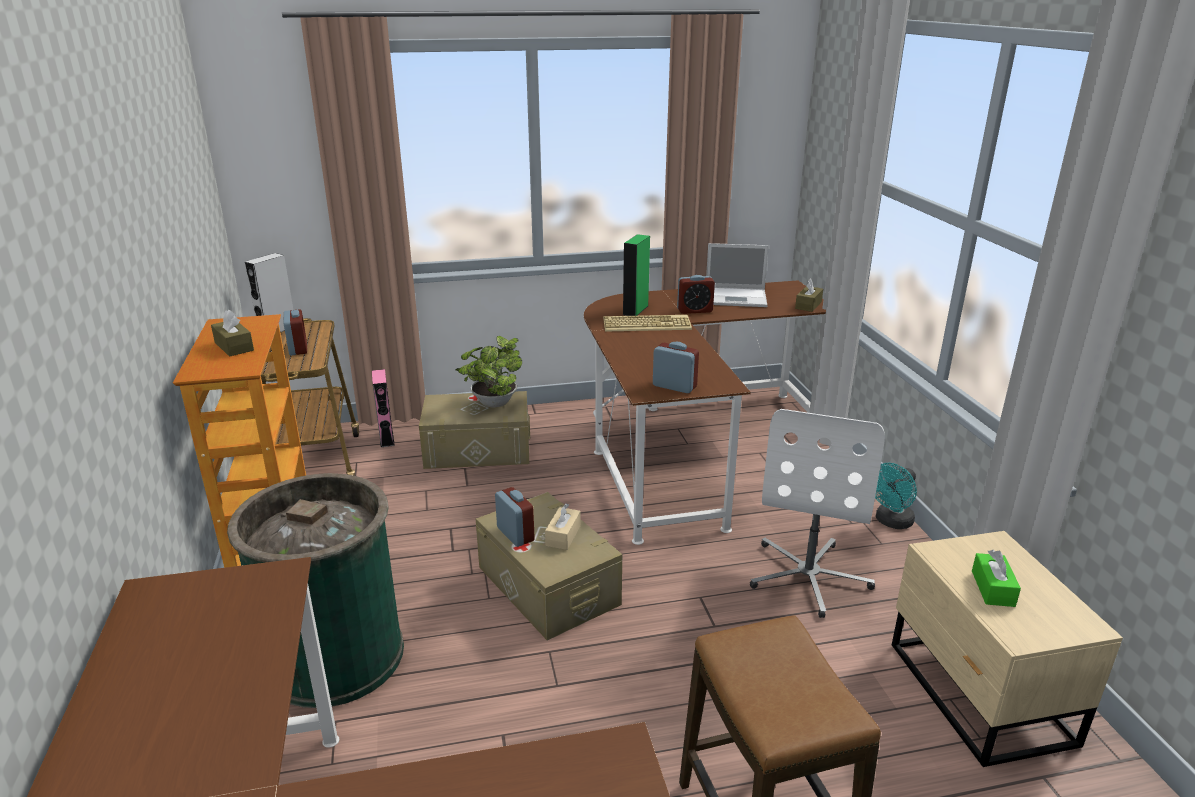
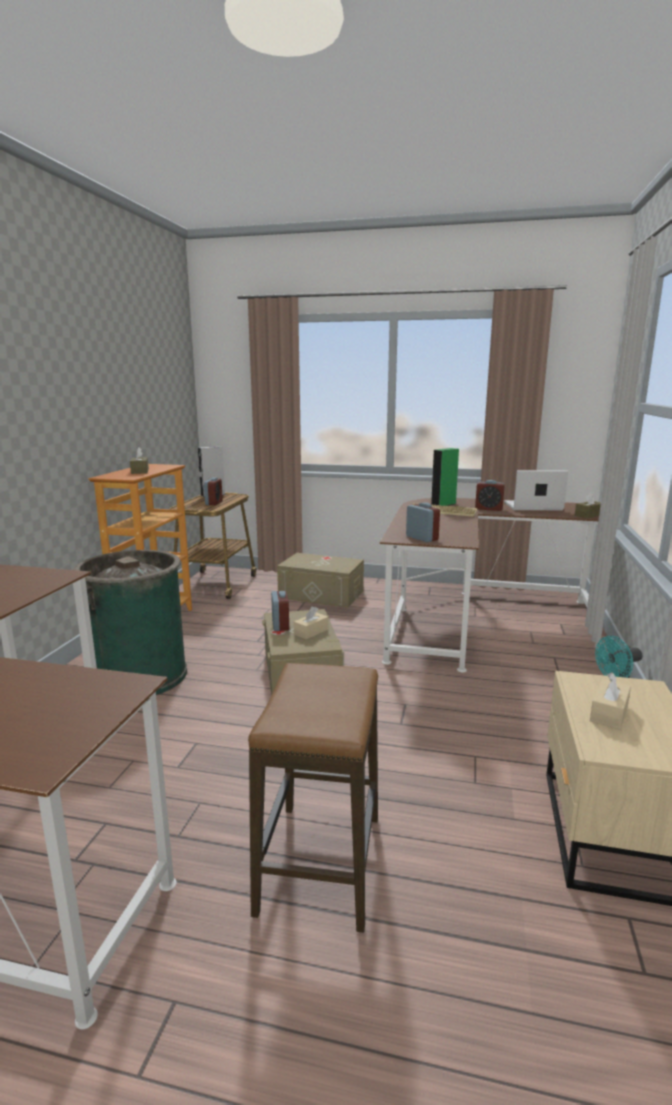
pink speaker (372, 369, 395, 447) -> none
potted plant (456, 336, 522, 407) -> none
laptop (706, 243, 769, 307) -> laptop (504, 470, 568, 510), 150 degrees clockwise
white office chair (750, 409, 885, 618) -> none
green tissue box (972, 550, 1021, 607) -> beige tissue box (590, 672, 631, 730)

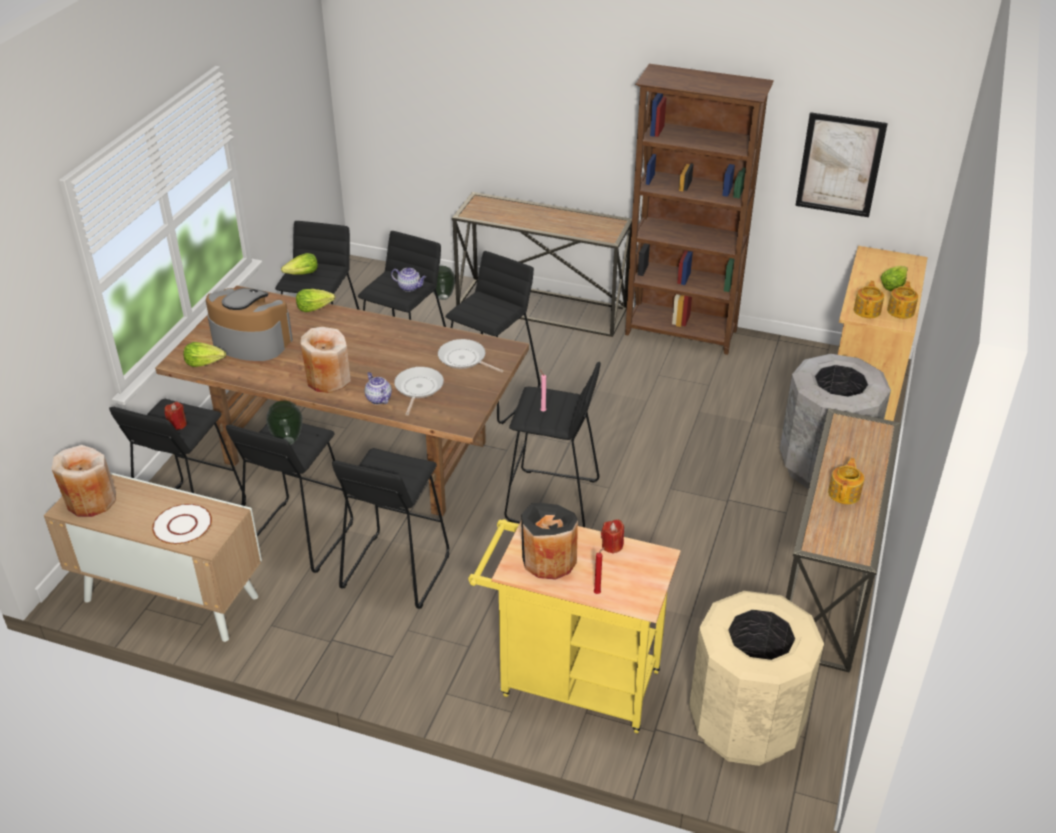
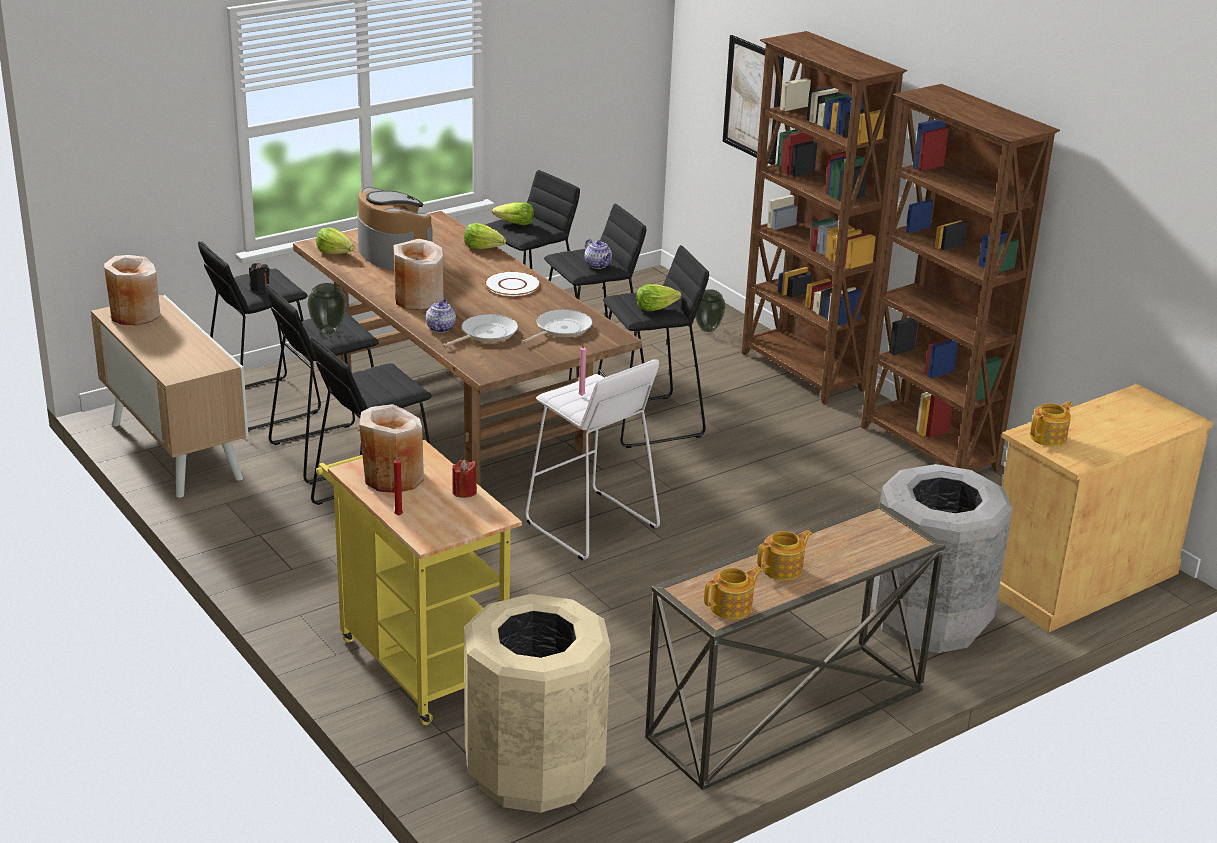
white plate (152, 504, 212, 544) -> white plate (484, 271, 541, 296), moved
red candle (165, 402, 187, 430) -> black candle (249, 262, 270, 292)
frying pan (438, 339, 503, 373) -> frying pan (522, 309, 592, 343), 60 degrees clockwise
console table (452, 192, 632, 337) -> brown bookcase (742, 31, 907, 404)
black stool (504, 361, 601, 527) -> white stool (526, 359, 660, 560)
black vase (521, 503, 578, 580) -> beige vase (359, 404, 424, 493)
picture (795, 112, 888, 217) -> picture (723, 35, 784, 165), moved
lettuce (880, 266, 908, 291) -> lettuce (636, 284, 682, 311), moved
teapot (887, 281, 918, 319) -> teapot (704, 567, 762, 619), moved

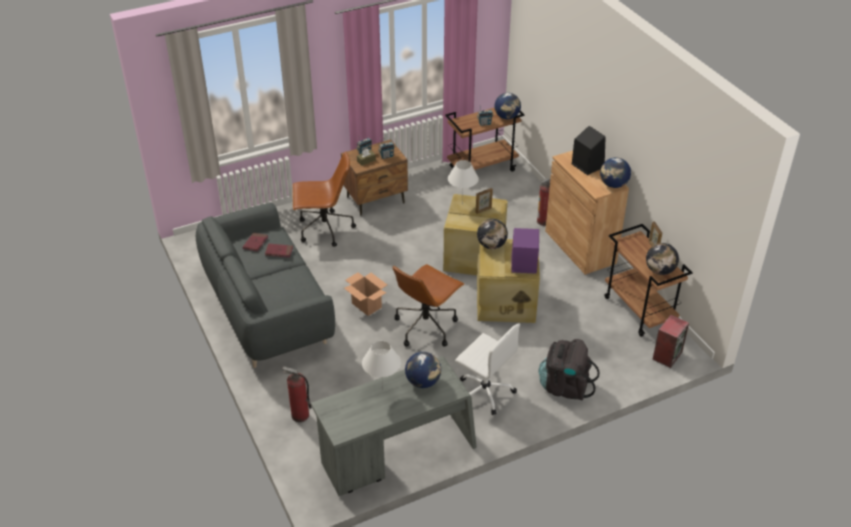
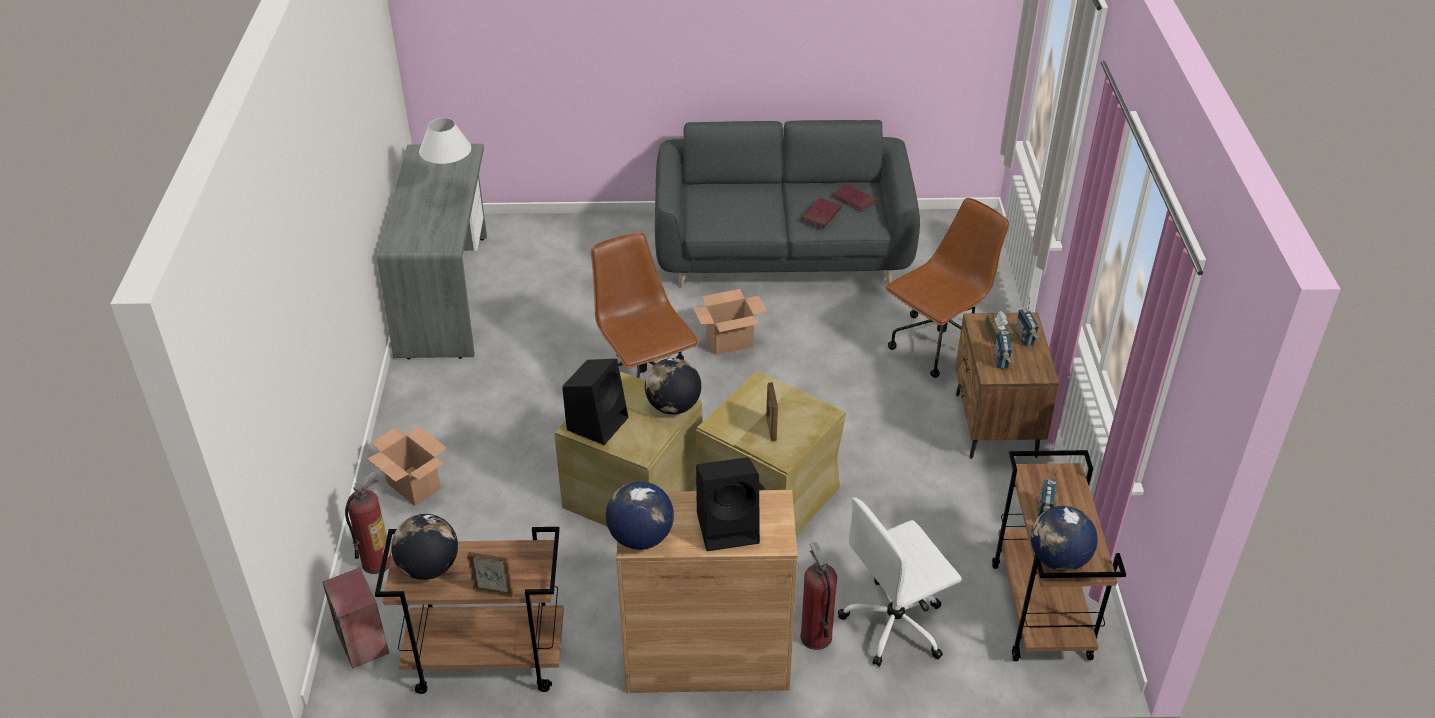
fire extinguisher (282, 366, 312, 422) -> fire extinguisher (345, 471, 392, 574), moved
brown office chair (292, 151, 356, 247) -> brown office chair (885, 198, 1009, 378), 150 degrees counterclockwise
globe (405, 352, 441, 388) -> none
white table lamp (448, 160, 479, 204) -> none
white office chair (455, 324, 520, 415) -> white office chair (838, 498, 962, 667), moved
purple speaker (511, 228, 539, 274) -> black speaker (562, 359, 628, 445)
black backpack (539, 339, 599, 400) -> cardboard box (367, 427, 448, 506)

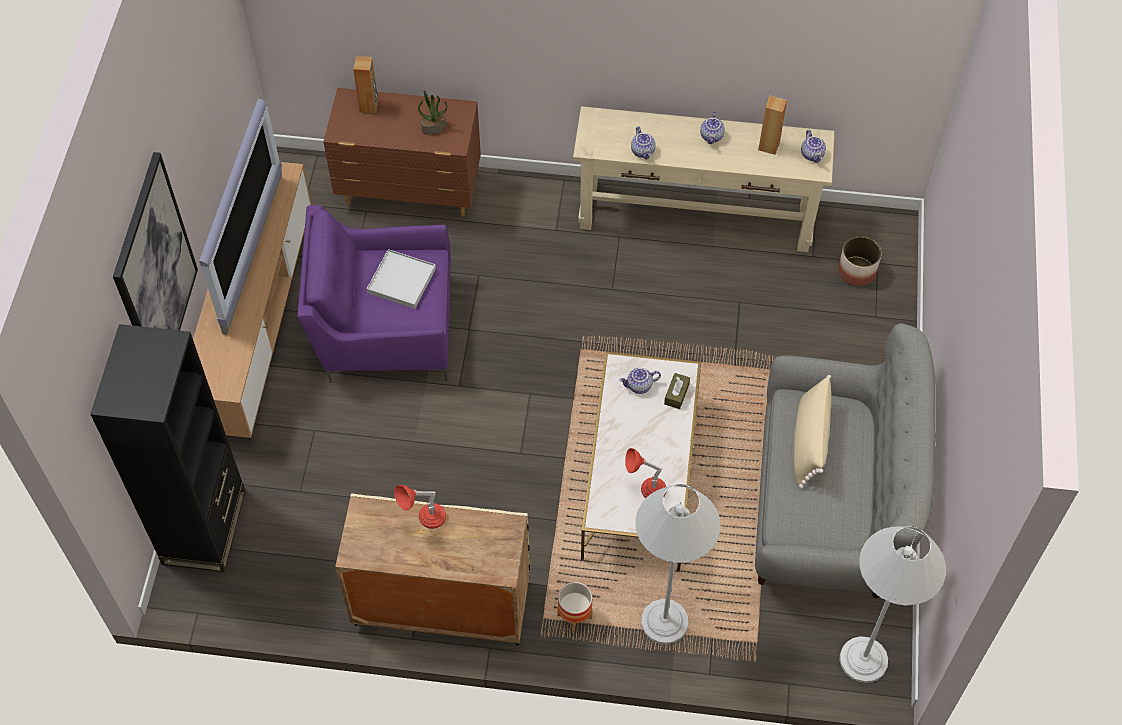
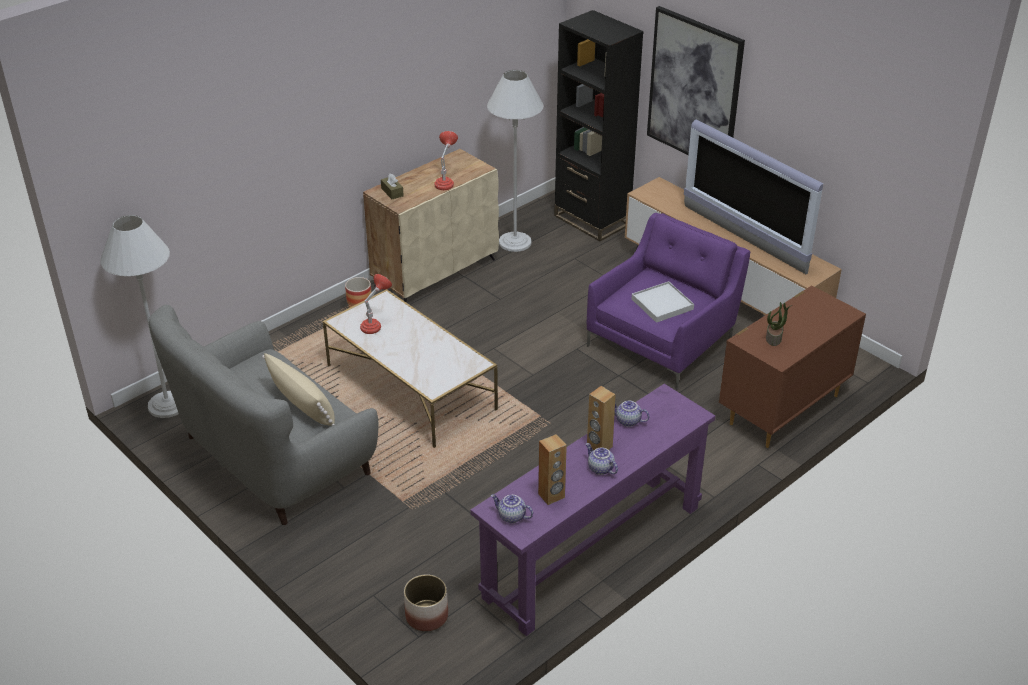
brown speaker (353, 56, 378, 113) -> brown speaker (587, 386, 616, 451), moved
beige console table (573, 106, 835, 252) -> purple console table (470, 384, 715, 636)
teapot (619, 368, 661, 394) -> none
white floor lamp (635, 484, 721, 644) -> white floor lamp (487, 70, 544, 252), moved
brown tissue box (664, 373, 690, 409) -> brown tissue box (381, 174, 404, 199), moved

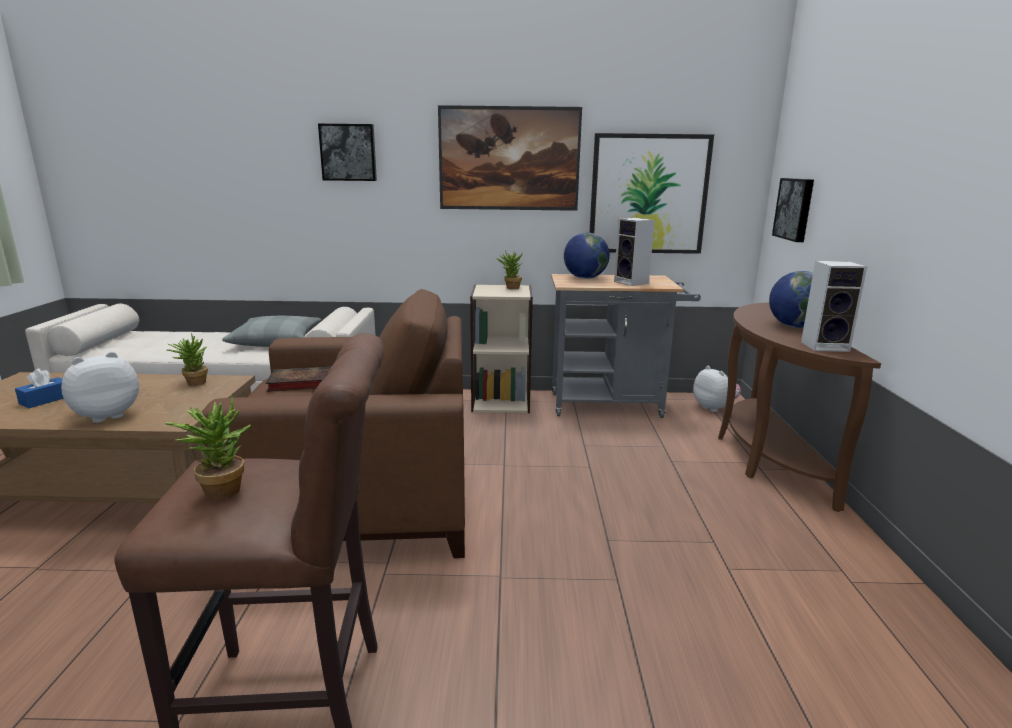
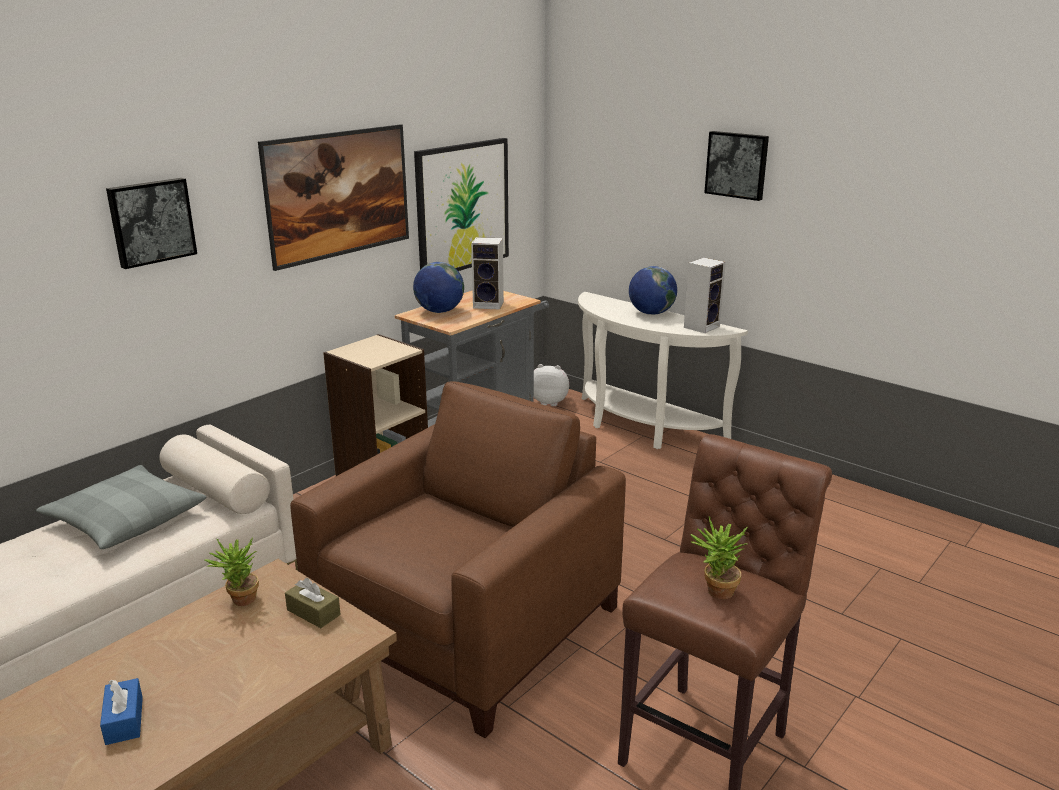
plush toy (61, 352, 139, 423) -> none
book (266, 367, 331, 392) -> none
potted plant (497, 250, 523, 290) -> none
brown console table (718, 303, 881, 512) -> white console table (578, 292, 748, 449)
picture (772, 178, 814, 242) -> picture (704, 131, 769, 201), moved
none -> brown tissue box (285, 578, 341, 628)

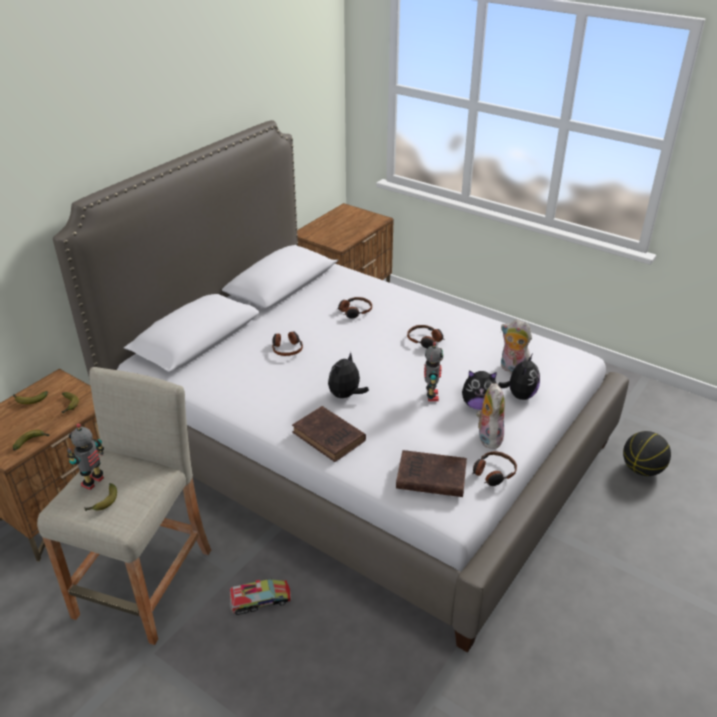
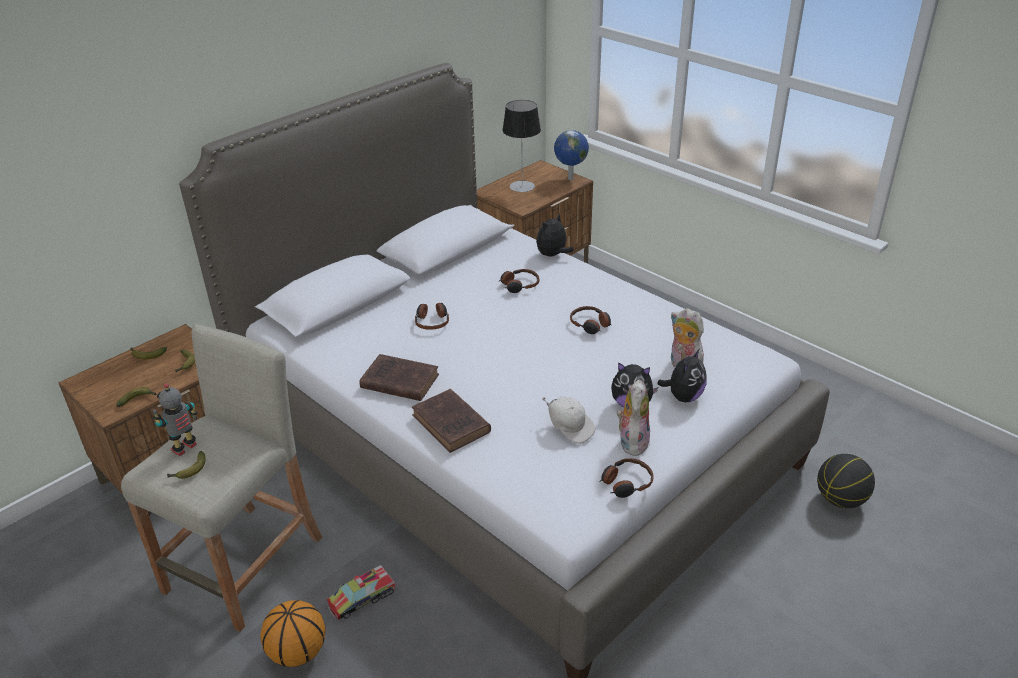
toy truck (229, 578, 291, 615) -> toy truck (327, 565, 396, 620), 150 degrees clockwise
plush toy (328, 352, 369, 399) -> plush toy (536, 214, 574, 257), moved
brown book (396, 450, 467, 497) -> brown book (360, 354, 439, 401), moved
toy robot (424, 342, 443, 401) -> none
none -> basketball (260, 600, 326, 667)
none -> table lamp (502, 100, 541, 192)
none -> white cap (542, 396, 595, 444)
none -> globe (554, 130, 589, 180)

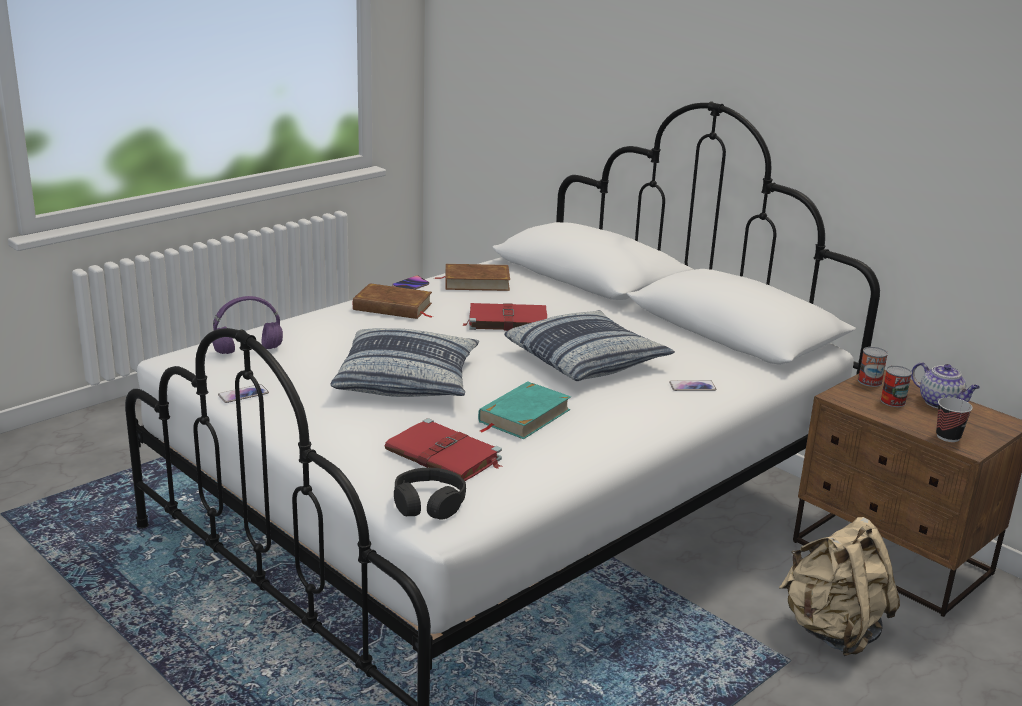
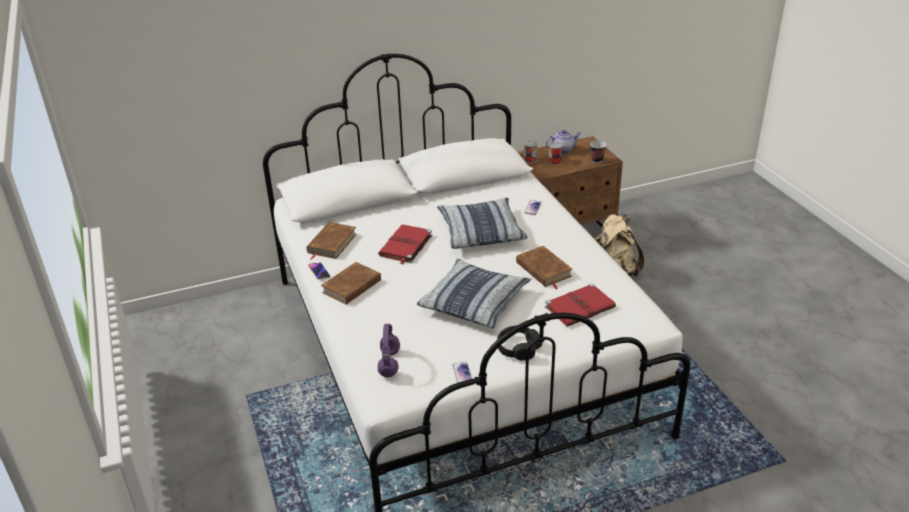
black headphones (394, 468, 466, 520) -> black headphones (497, 325, 542, 360), moved
turquoise book (478, 381, 571, 439) -> brown book (516, 246, 572, 289)

